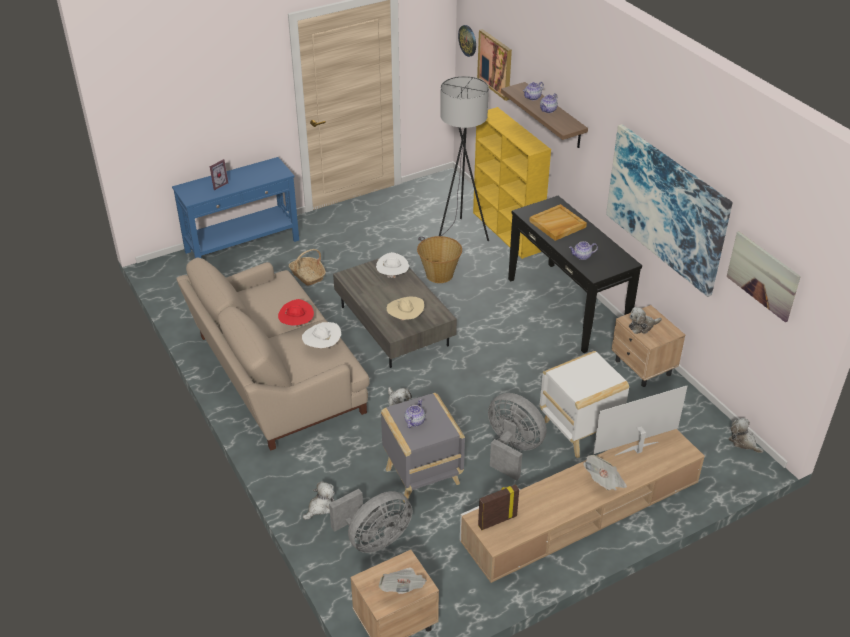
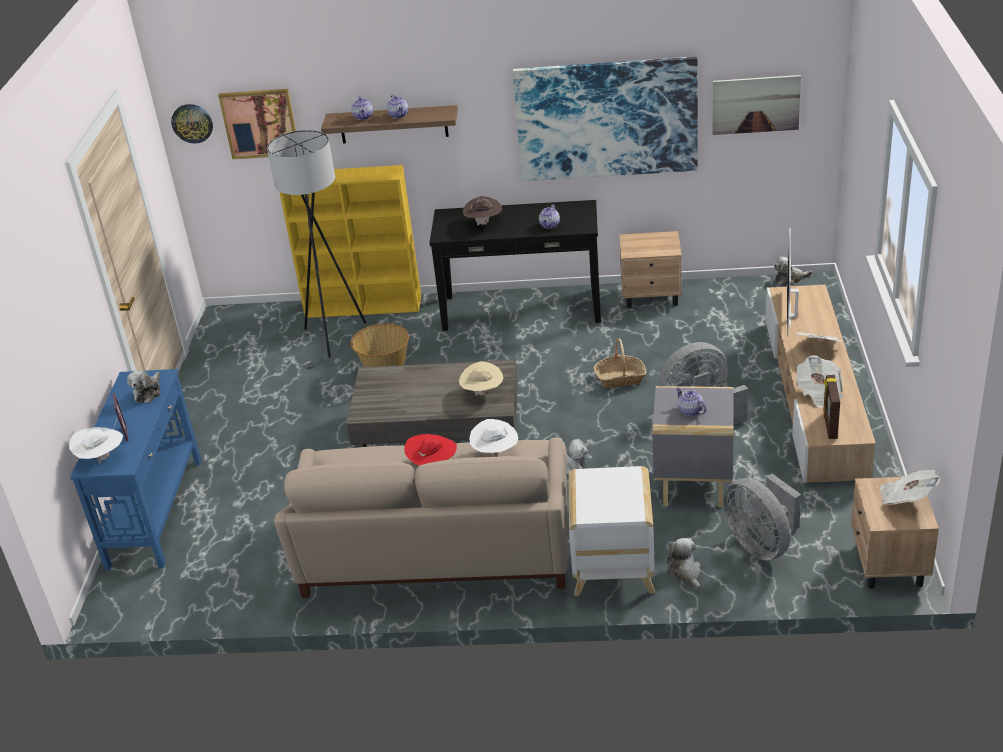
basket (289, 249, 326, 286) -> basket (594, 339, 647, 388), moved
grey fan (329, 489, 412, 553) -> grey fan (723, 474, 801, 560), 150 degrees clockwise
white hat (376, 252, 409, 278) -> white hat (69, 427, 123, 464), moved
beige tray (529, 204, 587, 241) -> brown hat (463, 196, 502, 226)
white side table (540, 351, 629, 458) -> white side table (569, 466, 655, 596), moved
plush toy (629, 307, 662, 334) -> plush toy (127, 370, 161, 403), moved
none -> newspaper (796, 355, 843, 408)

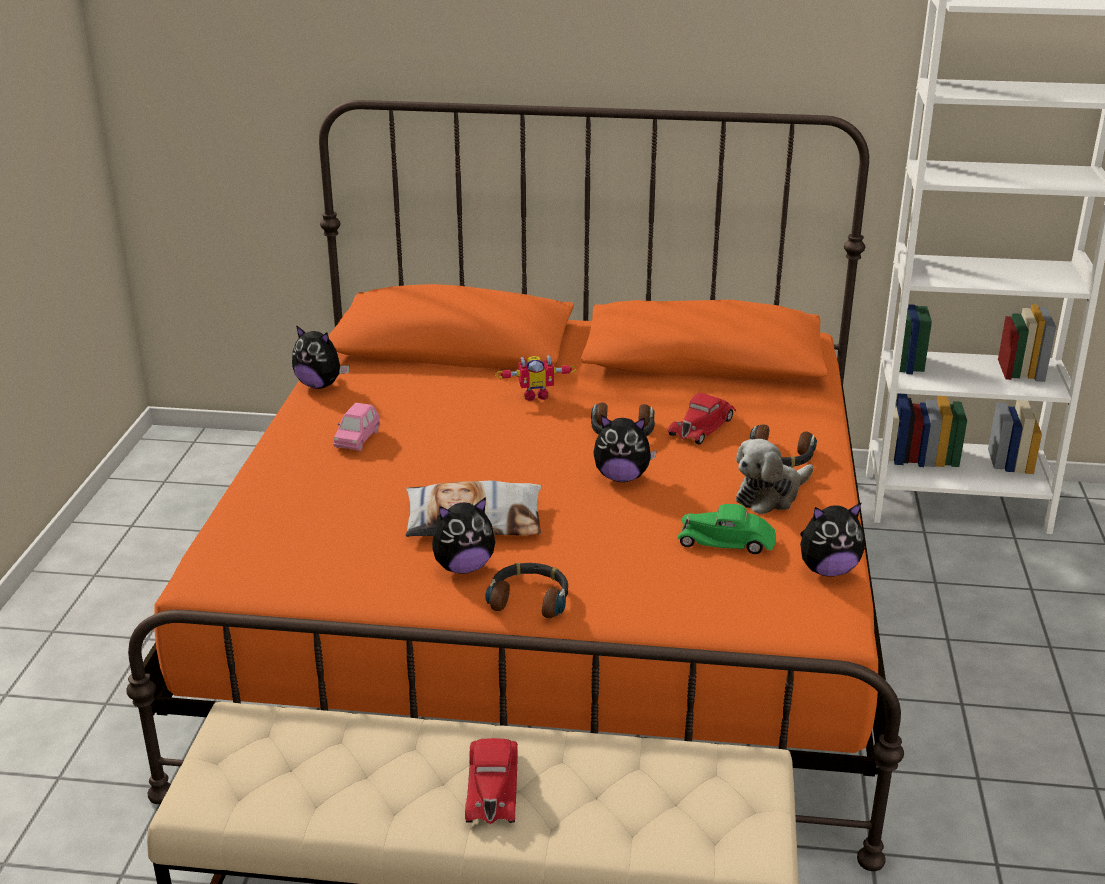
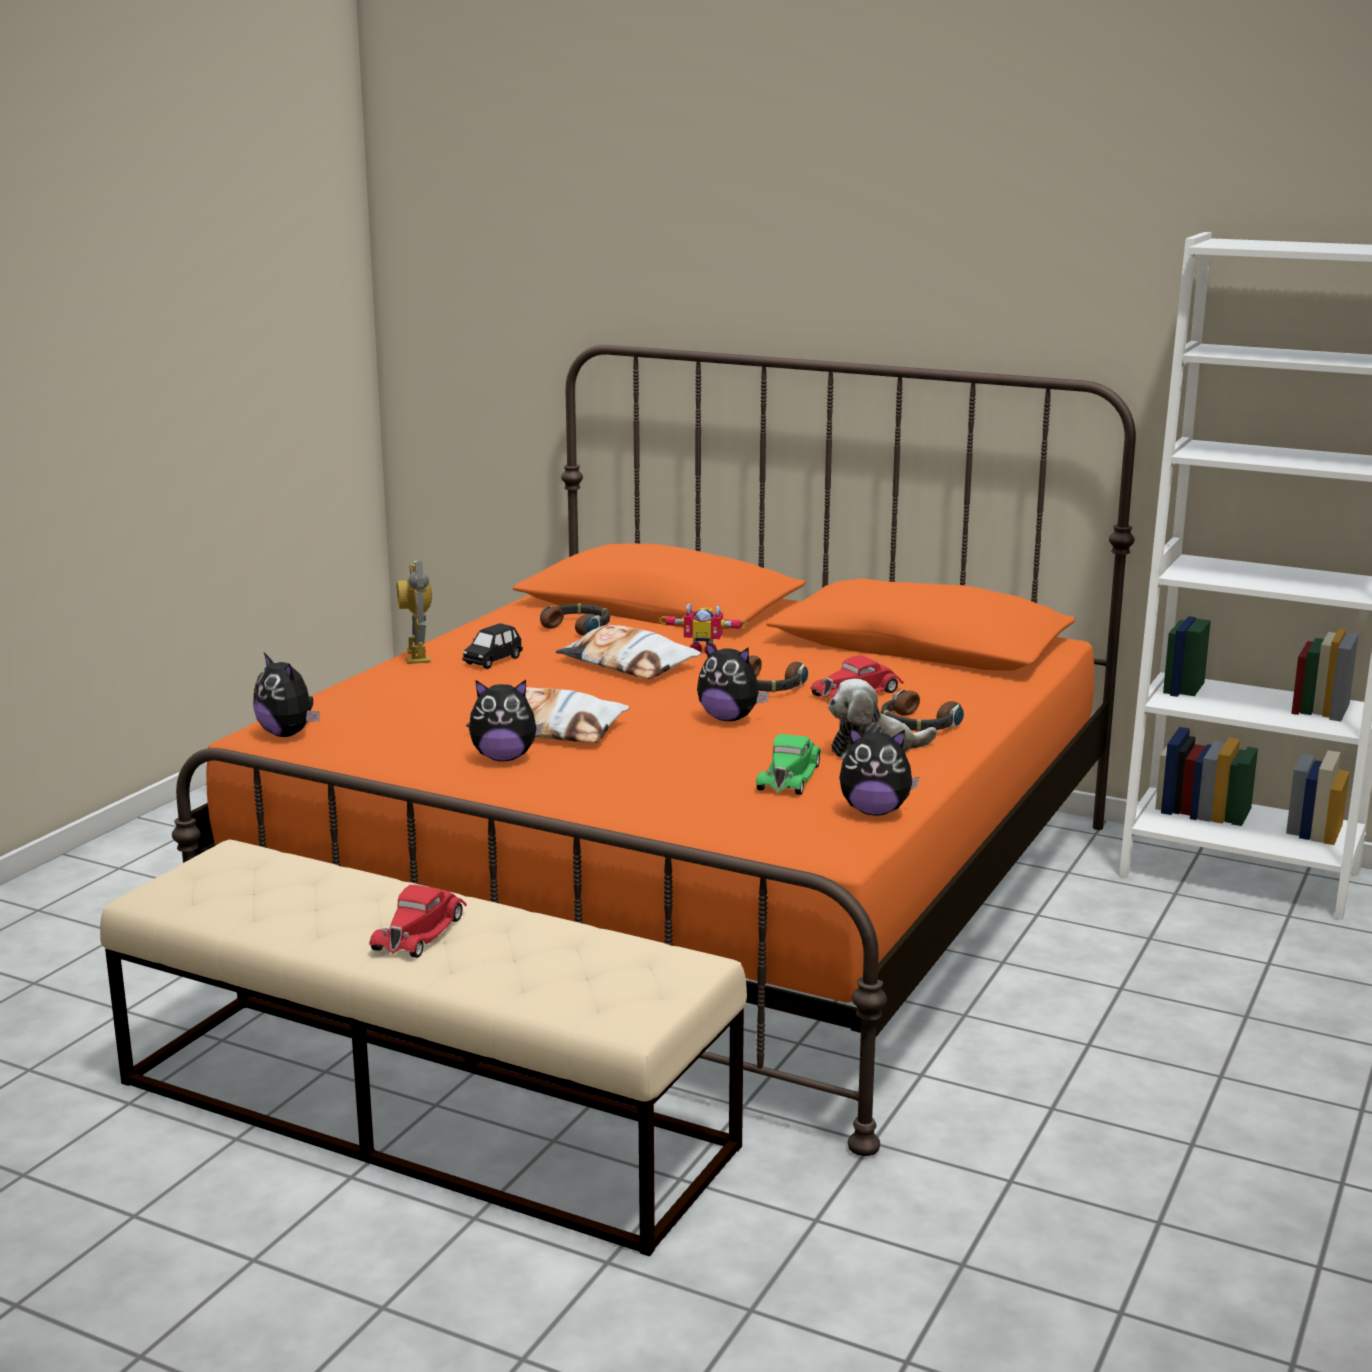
plush toy (292, 325, 349, 389) -> plush toy (253, 653, 319, 737), moved
pink toy car (333, 403, 380, 451) -> black toy car (462, 623, 523, 669)
headphones (485, 563, 568, 618) -> headphones (540, 603, 610, 635), moved
green toy car (677, 504, 776, 554) -> green toy car (756, 734, 822, 795), 105 degrees counterclockwise
none -> toy robot (397, 561, 432, 664)
none -> pillow (556, 625, 701, 679)

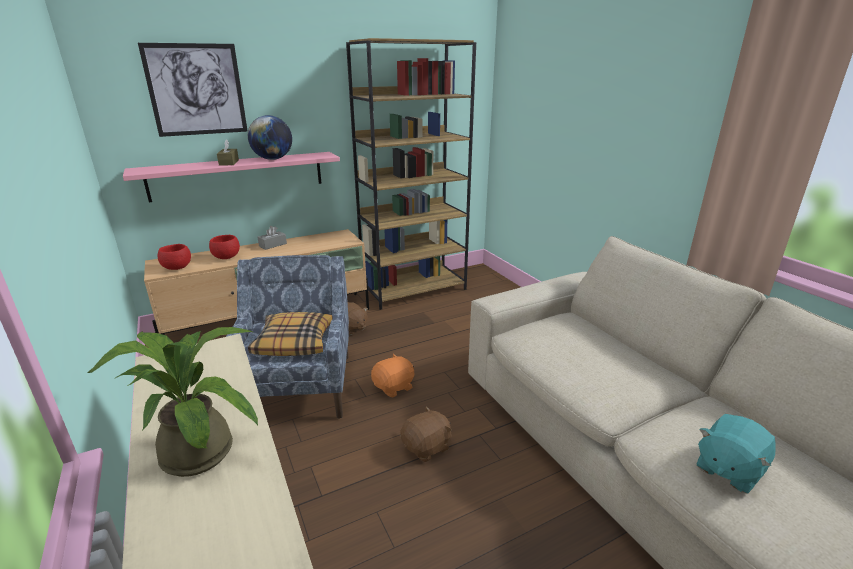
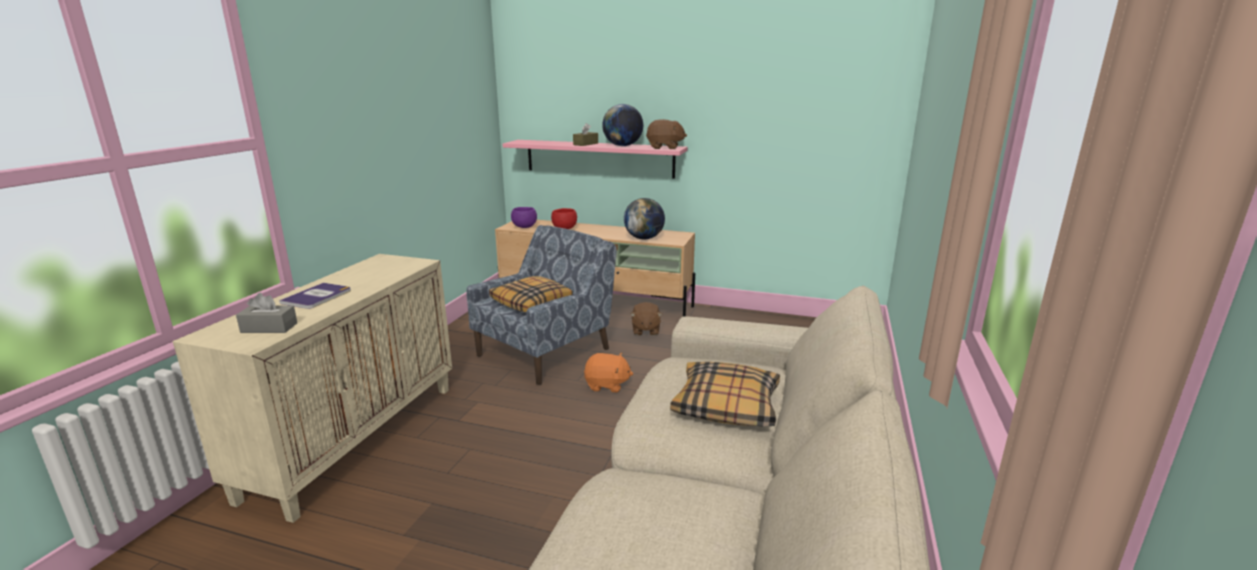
potted plant (87, 327, 258, 477) -> book (279, 283, 351, 309)
picture (138, 43, 248, 137) -> none
red bowl (158, 244, 191, 270) -> purple bowl (511, 207, 537, 228)
grey tissue box (258, 226, 287, 250) -> grey tissue box (236, 293, 297, 333), moved
brown bookcase (346, 38, 476, 310) -> none
brown plush toy (400, 407, 452, 462) -> brown plush toy (646, 119, 687, 149), moved
turquoise plush toy (696, 414, 776, 494) -> none
none -> globe (624, 198, 665, 239)
none -> pillow (670, 362, 780, 427)

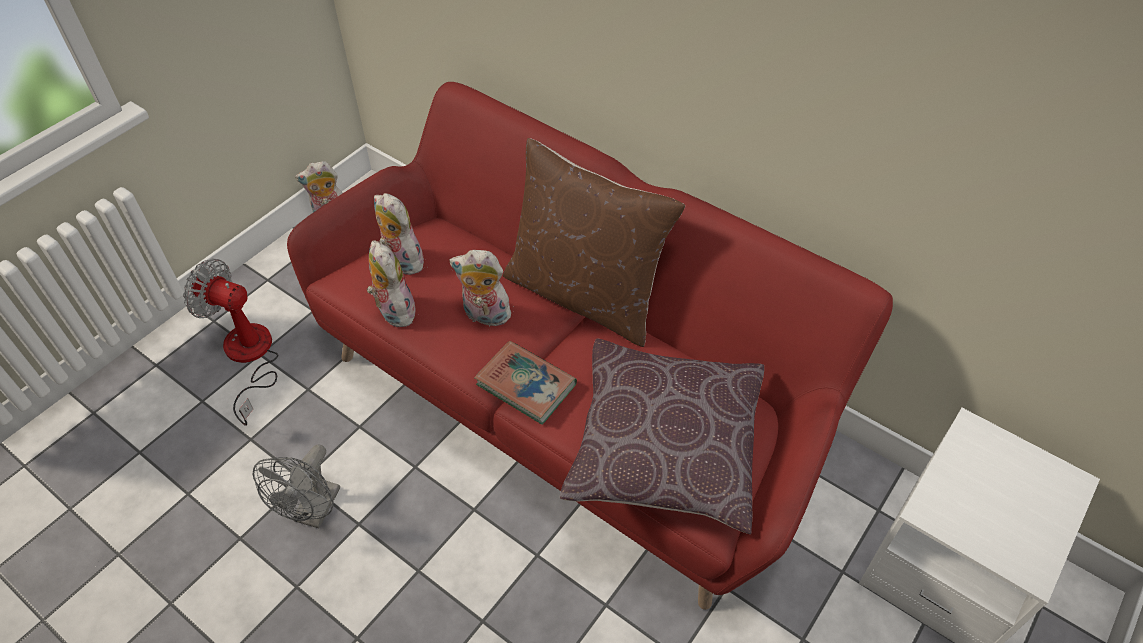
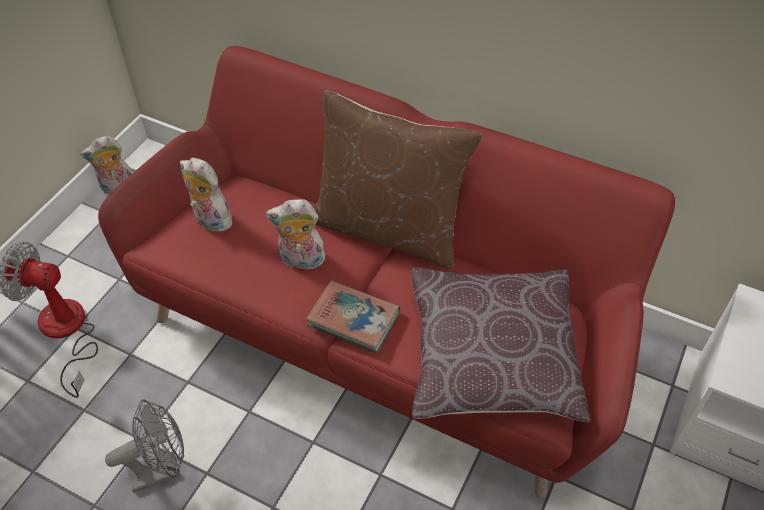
grey fan (253, 444, 340, 528) -> grey fan (105, 399, 184, 493), 120 degrees counterclockwise
plush toy (367, 240, 416, 327) -> none

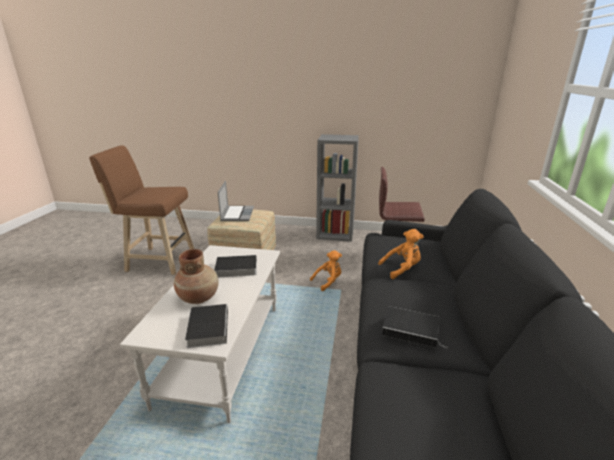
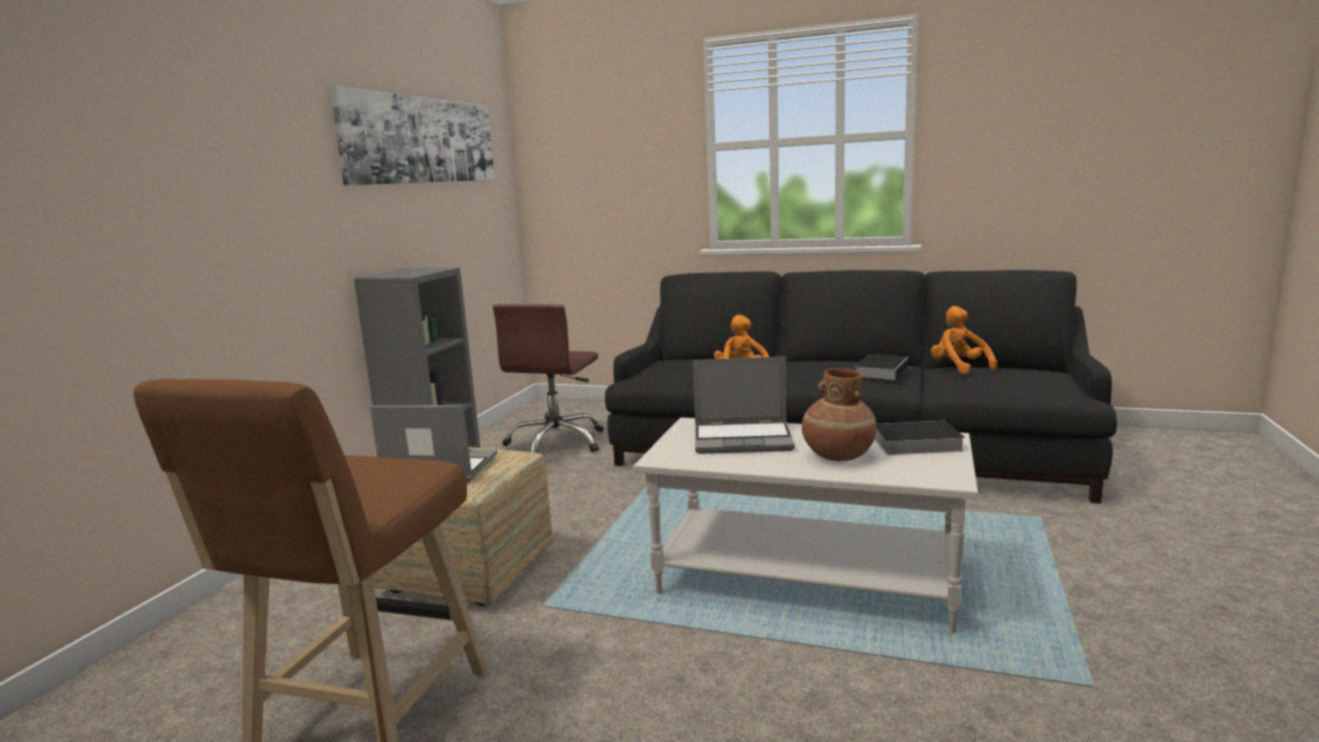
book (210, 255, 257, 278) -> laptop (693, 356, 795, 454)
orange plush toy (310, 250, 342, 291) -> orange plush toy (931, 306, 998, 374), moved
none -> picture (329, 86, 495, 186)

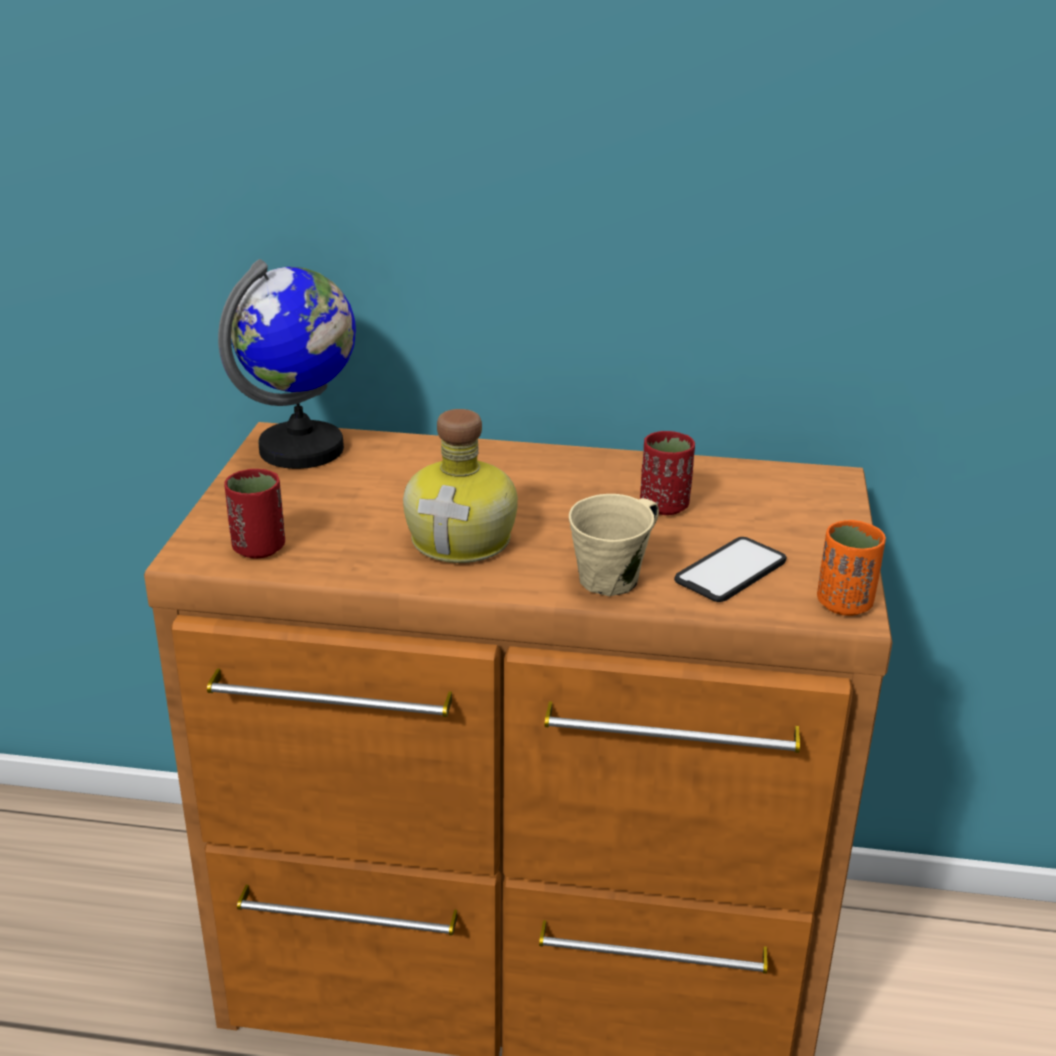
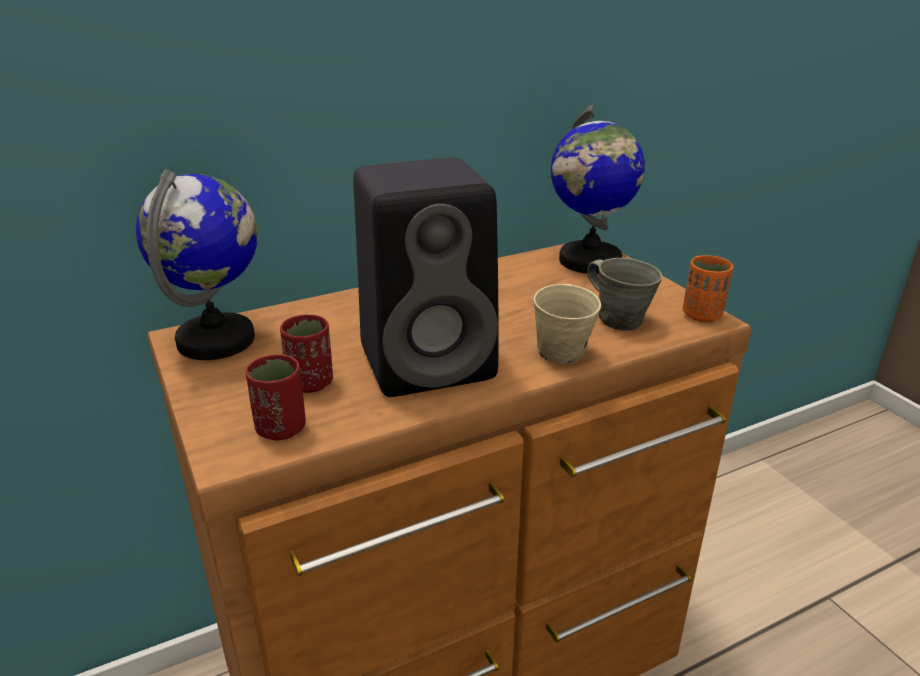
bottle (403, 409, 518, 563) -> black speaker (353, 158, 498, 397)
red cup (640, 431, 695, 515) -> red cup (280, 315, 333, 393), moved
phone (674, 537, 787, 602) -> grey mug (587, 258, 662, 331)
none -> globe (551, 105, 645, 274)

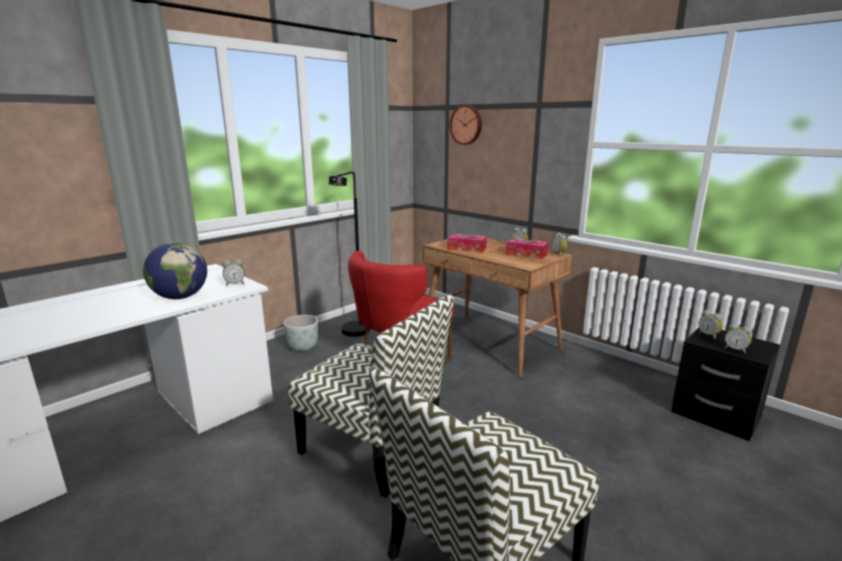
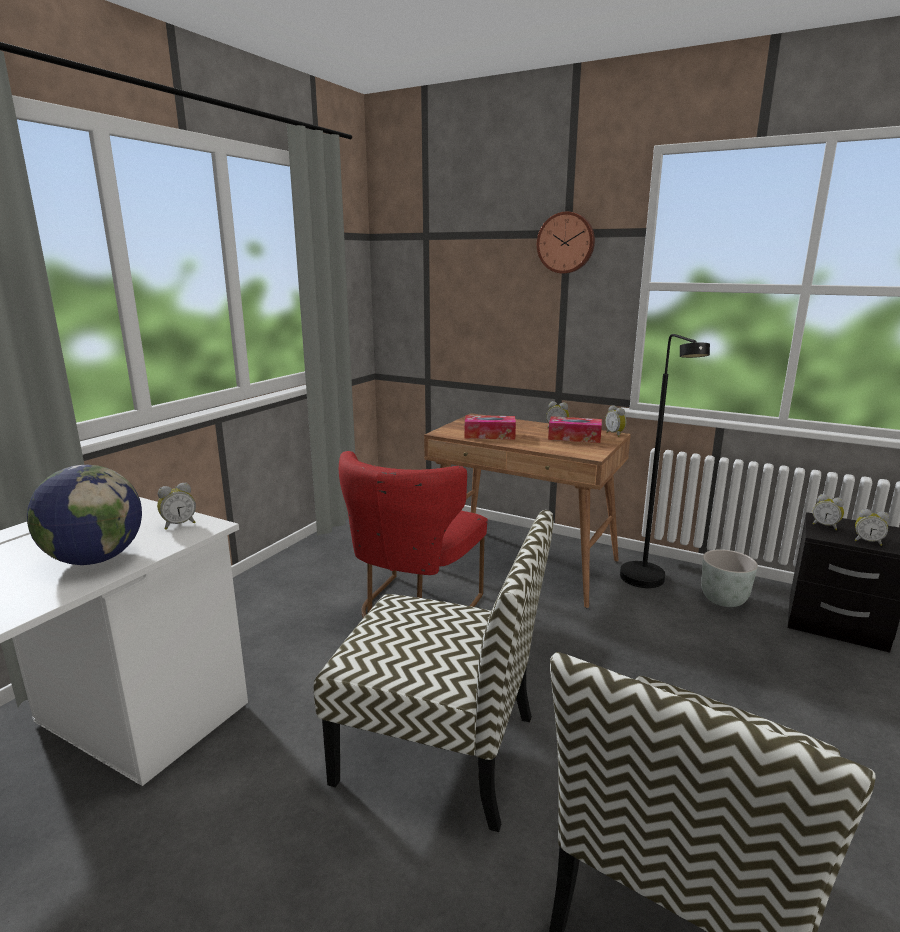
grey planter (284, 315, 318, 352) -> grey planter (701, 549, 758, 607), moved
black floor lamp (329, 172, 370, 337) -> black floor lamp (620, 334, 710, 588), moved
wall clock (449, 105, 482, 145) -> wall clock (537, 211, 595, 274), moved

